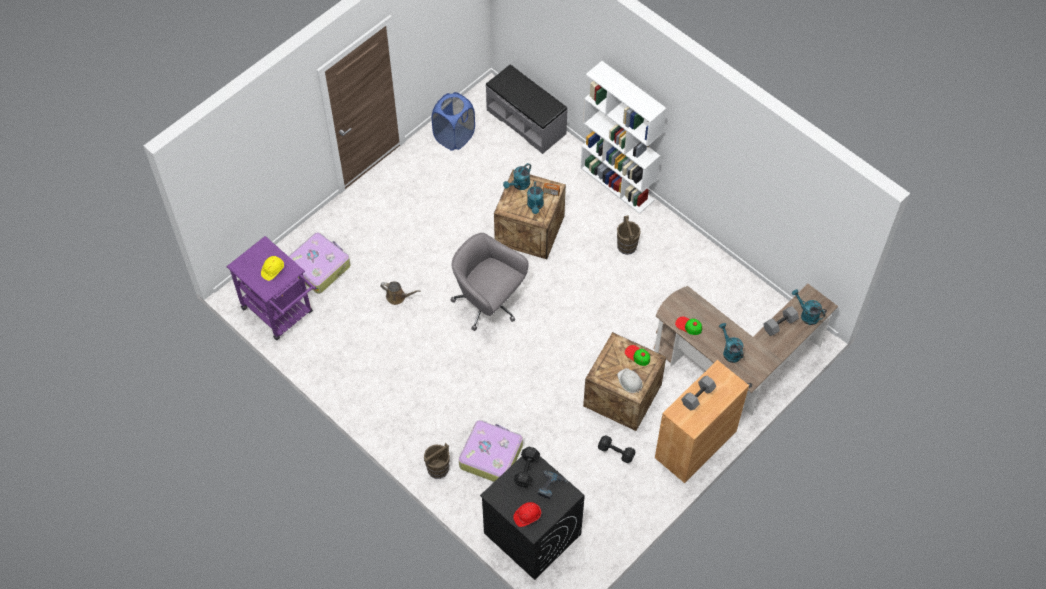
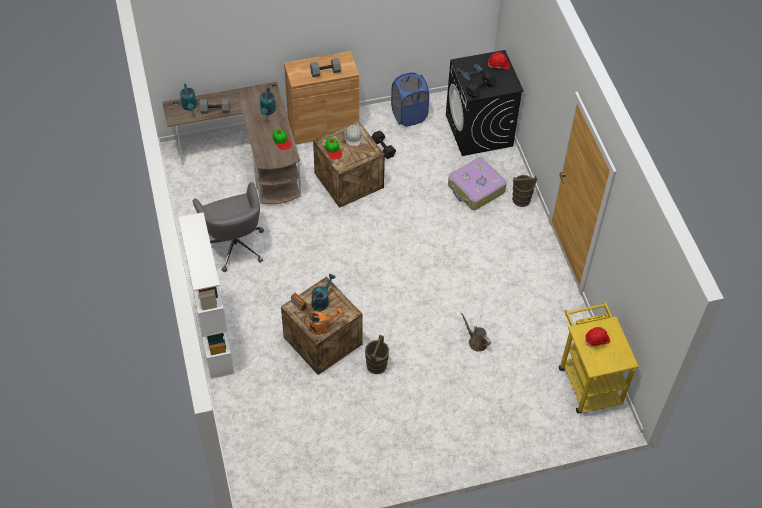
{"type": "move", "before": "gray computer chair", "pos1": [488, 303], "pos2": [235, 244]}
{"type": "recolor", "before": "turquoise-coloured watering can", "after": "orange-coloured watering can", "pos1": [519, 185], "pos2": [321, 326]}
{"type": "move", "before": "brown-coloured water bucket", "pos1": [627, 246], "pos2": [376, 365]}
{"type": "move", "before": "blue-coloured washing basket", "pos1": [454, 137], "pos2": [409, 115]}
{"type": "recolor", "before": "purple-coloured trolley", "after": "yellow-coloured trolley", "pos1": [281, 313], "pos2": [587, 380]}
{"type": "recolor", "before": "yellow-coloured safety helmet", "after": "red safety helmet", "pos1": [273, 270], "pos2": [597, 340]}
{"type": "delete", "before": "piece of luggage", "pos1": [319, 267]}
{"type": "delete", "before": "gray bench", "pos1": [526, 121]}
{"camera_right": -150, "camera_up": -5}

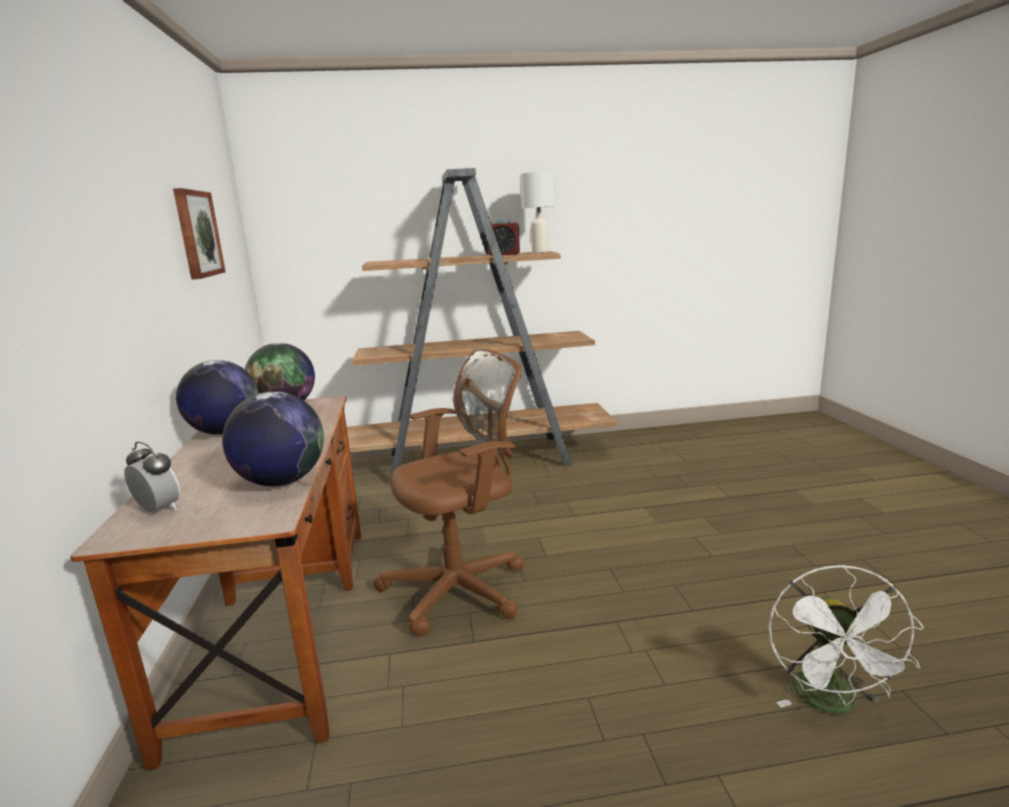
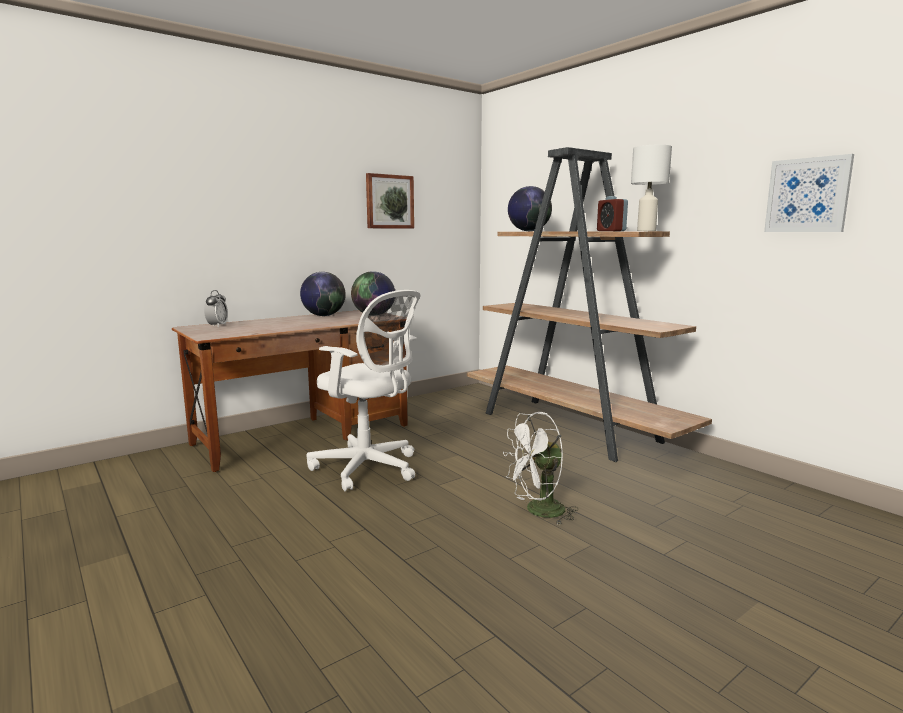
{"type": "recolor", "before": "brown-coloured computer chair", "after": "white computer chair", "pos1": [462, 589], "pos2": [369, 468]}
{"type": "move", "before": "white fan", "pos1": [831, 703], "pos2": [538, 512]}
{"type": "move", "before": "world globe", "pos1": [281, 481], "pos2": [528, 231]}
{"type": "insert", "after": "wall art", "pos2": [807, 195]}
{"camera_right": 60, "camera_up": -5}

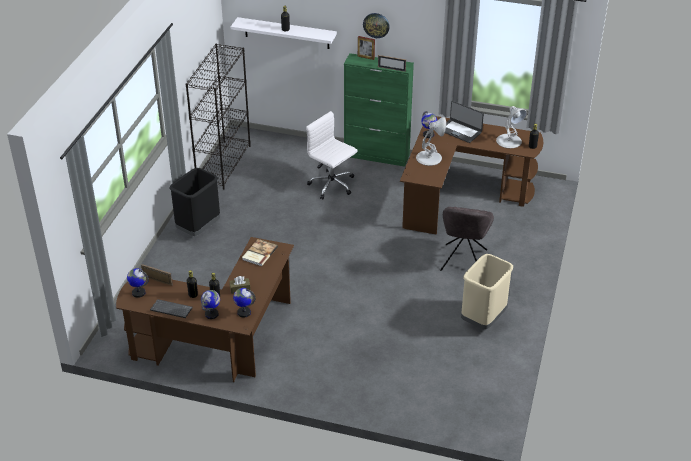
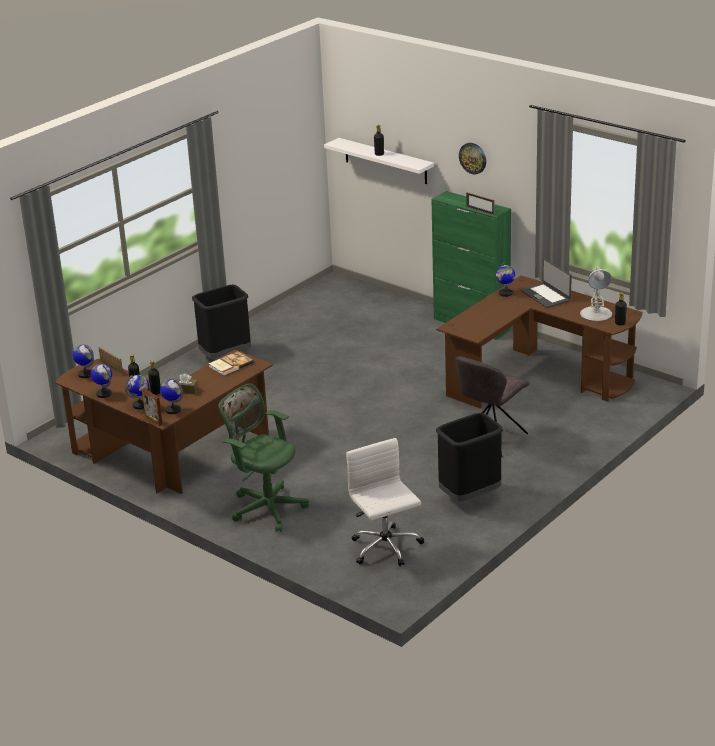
{"type": "replace", "before": "keyboard", "after": "world globe", "pos1": [170, 310], "pos2": [104, 394]}
{"type": "move", "before": "photo frame", "pos1": [366, 57], "pos2": [153, 420]}
{"type": "insert", "after": "green-coloured computer chair", "pos2": [266, 507]}
{"type": "move", "before": "white computer chair", "pos1": [332, 185], "pos2": [386, 548]}
{"type": "recolor", "before": "sand-coloured rubbish bin", "after": "black rubbish bin", "pos1": [483, 319], "pos2": [469, 496]}
{"type": "delete", "before": "black bookcase", "pos1": [223, 164]}
{"type": "delete", "before": "white lamp for a table", "pos1": [429, 157]}
{"camera_right": 25, "camera_up": -10}

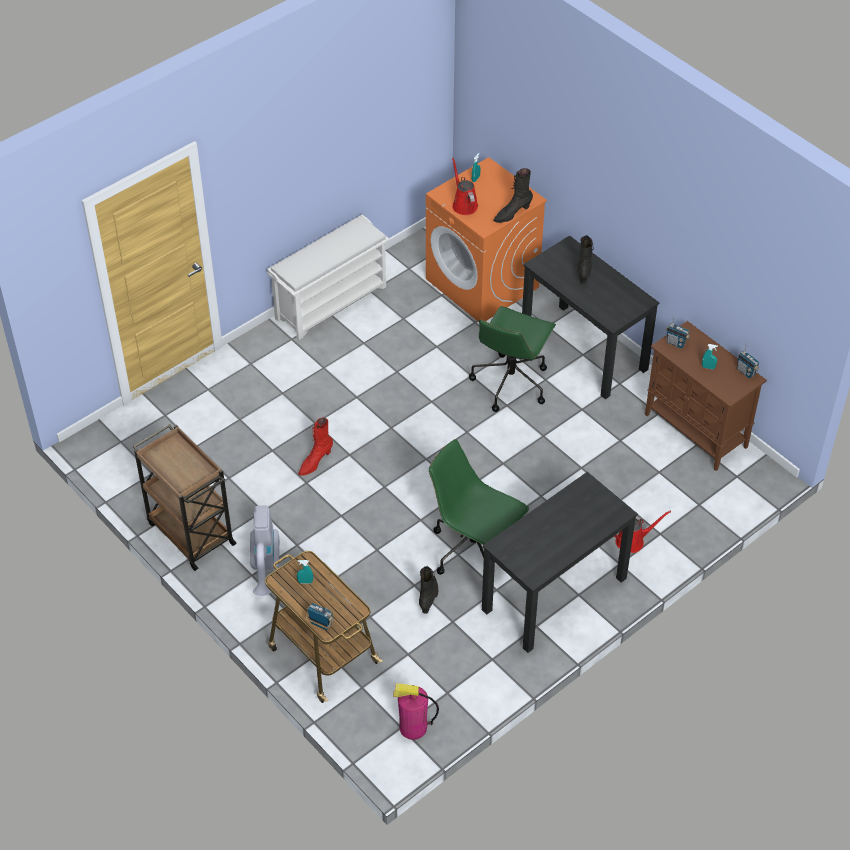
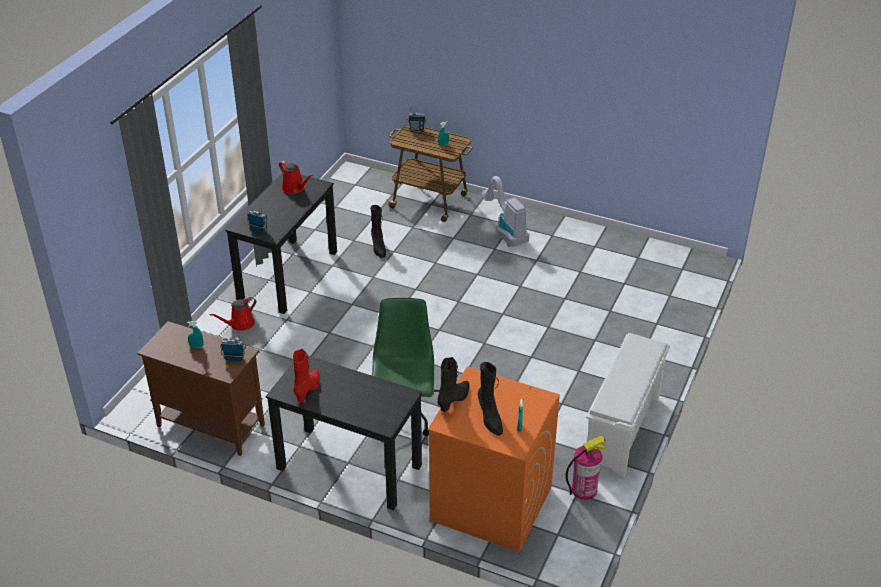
{"type": "move", "before": "radio set", "pos1": [746, 372], "pos2": [258, 229]}
{"type": "move", "before": "red watering can", "pos1": [463, 204], "pos2": [294, 188]}
{"type": "move", "before": "red high-top boot", "pos1": [315, 462], "pos2": [308, 389]}
{"type": "move", "before": "black high-top boot", "pos1": [584, 271], "pos2": [490, 418]}
{"type": "move", "before": "extinguisher", "pos1": [413, 727], "pos2": [584, 489]}
{"type": "delete", "before": "brown-coloured trolley", "pos1": [190, 532]}
{"type": "delete", "before": "green-coloured computer chair", "pos1": [474, 551]}
{"camera_right": 155, "camera_up": -10}

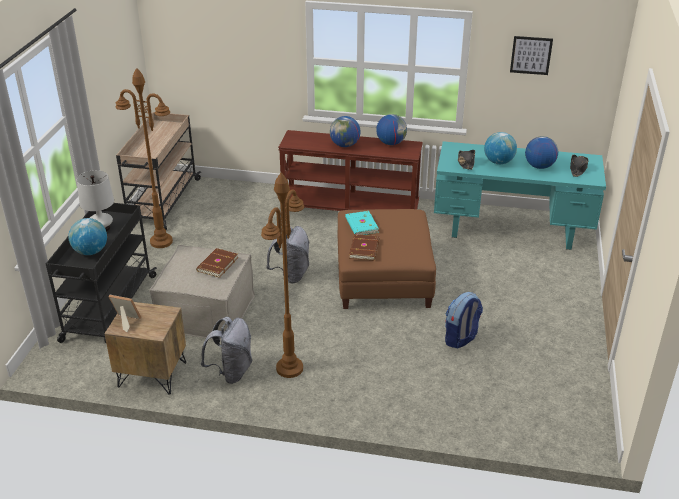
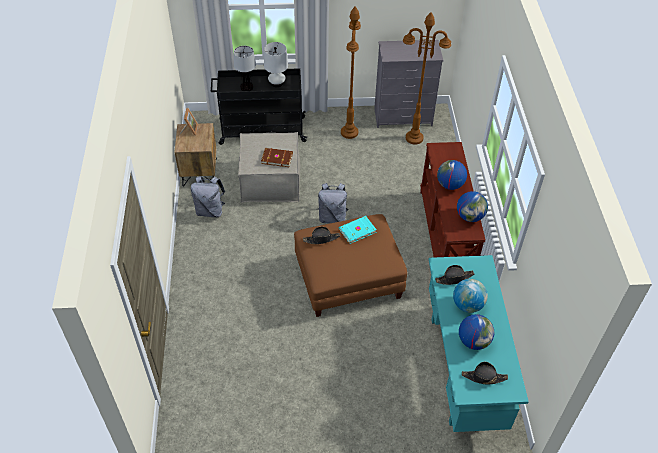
{"type": "replace", "before": "world globe", "after": "lamp for a table", "pos1": [90, 251], "pos2": [246, 87]}
{"type": "replace", "before": "brown-coloured bound book", "after": "black hat", "pos1": [365, 249], "pos2": [321, 239]}
{"type": "replace", "before": "sand-coloured trolley", "after": "gray dresser", "pos1": [162, 202], "pos2": [403, 117]}
{"type": "move", "before": "brown-coloured standing lamp", "pos1": [289, 368], "pos2": [414, 138]}
{"type": "delete", "before": "rucksack", "pos1": [461, 338]}
{"type": "delete", "before": "wall art", "pos1": [531, 55]}
{"camera_right": 75, "camera_up": 15}

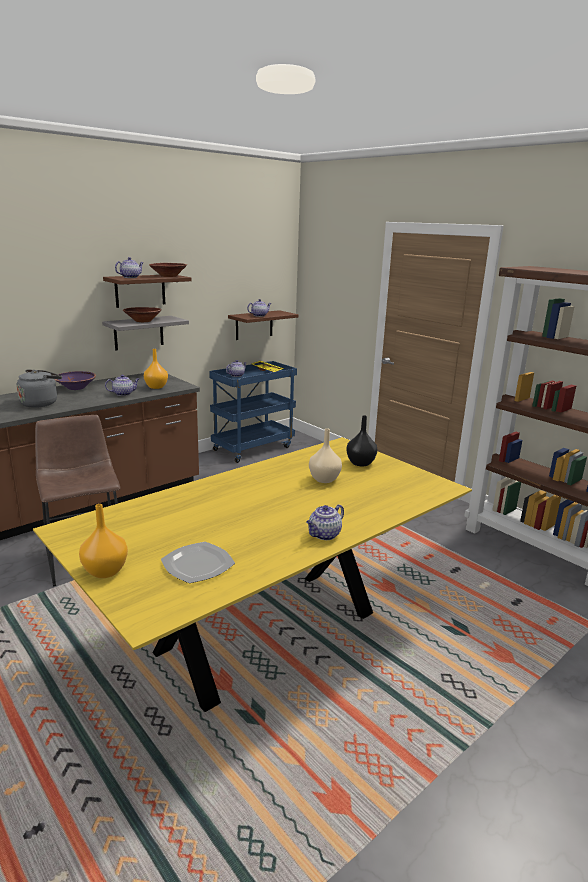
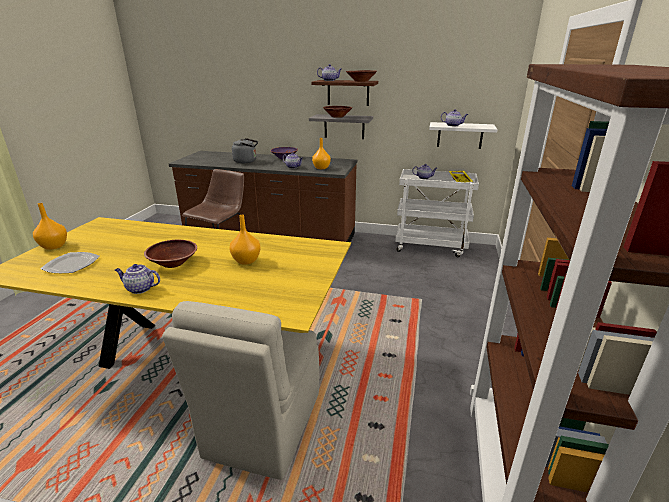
{"type": "insert", "after": "brown-coloured serving bowl", "pos2": [173, 263]}
{"type": "insert", "after": "sand-coloured chair", "pos2": [262, 426]}
{"type": "recolor", "before": "sand-coloured decorative vase", "after": "orange-coloured decorative vase", "pos1": [325, 479], "pos2": [246, 261]}
{"type": "recolor", "before": "blue-coloured trolley", "after": "white trolley", "pos1": [253, 448], "pos2": [431, 247]}
{"type": "recolor", "before": "brown-coloured shelf", "after": "white shelf", "pos1": [254, 325], "pos2": [460, 135]}
{"type": "delete", "before": "black decorative vase", "pos1": [360, 463]}
{"camera_right": 55, "camera_up": 5}

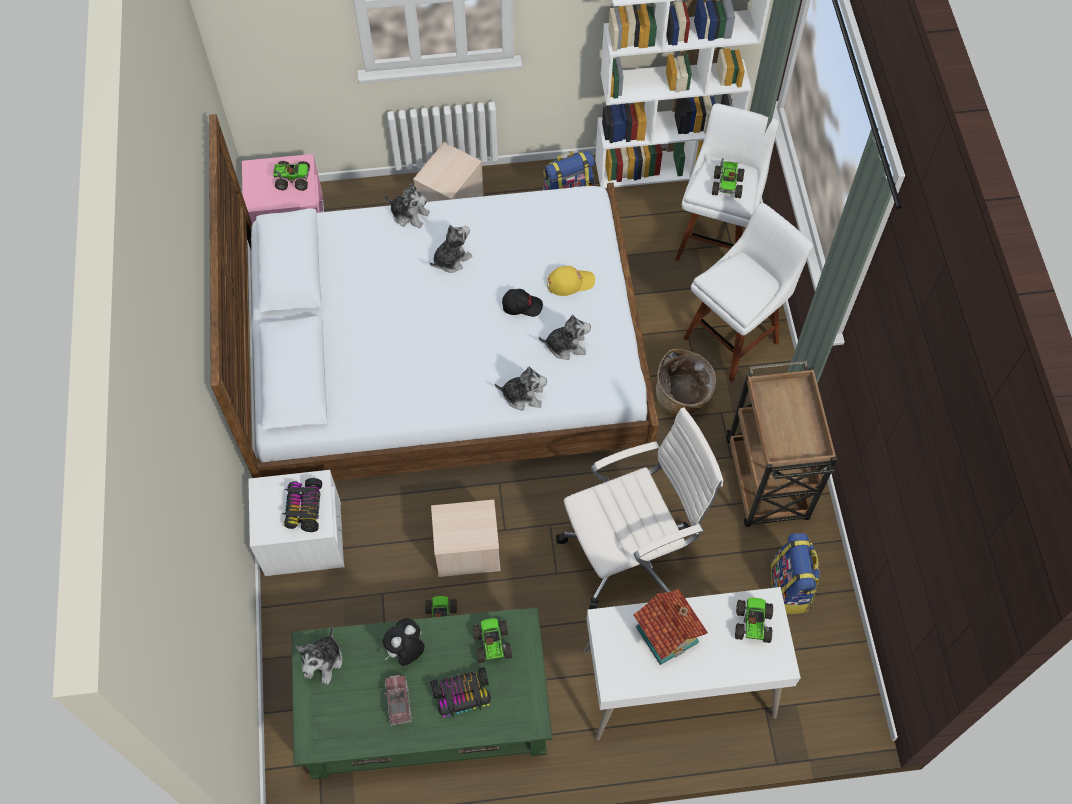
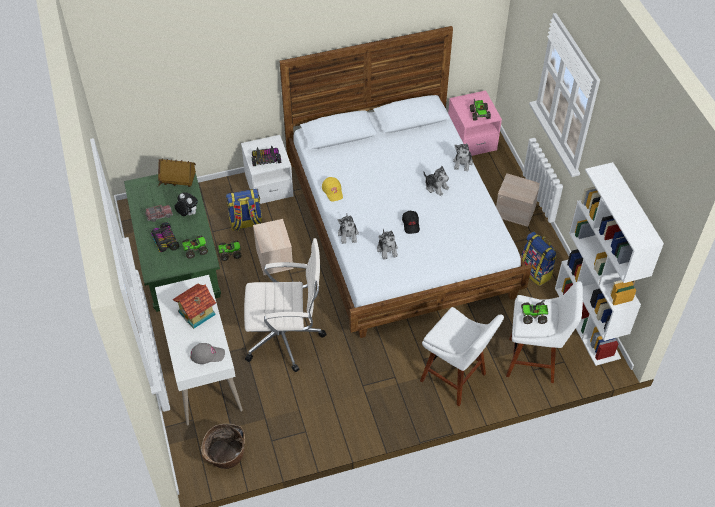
{"type": "replace", "before": "plush toy", "after": "miniature house", "pos1": [324, 661], "pos2": [178, 182]}
{"type": "replace", "before": "toy truck", "after": "gray baseball cap", "pos1": [752, 624], "pos2": [207, 354]}
{"type": "move", "before": "storage basket", "pos1": [682, 398], "pos2": [226, 457]}
{"type": "move", "before": "rucksack", "pos1": [790, 588], "pos2": [246, 223]}
{"type": "rotate", "before": "white computer chair", "pos1": [630, 552], "pos2": [285, 338], "turn": -60}
{"type": "move", "before": "yellow-coloured baseball cap", "pos1": [570, 282], "pos2": [333, 191]}
{"type": "delete", "before": "brown-coloured trolley", "pos1": [767, 482]}
{"camera_right": 80, "camera_up": -10}

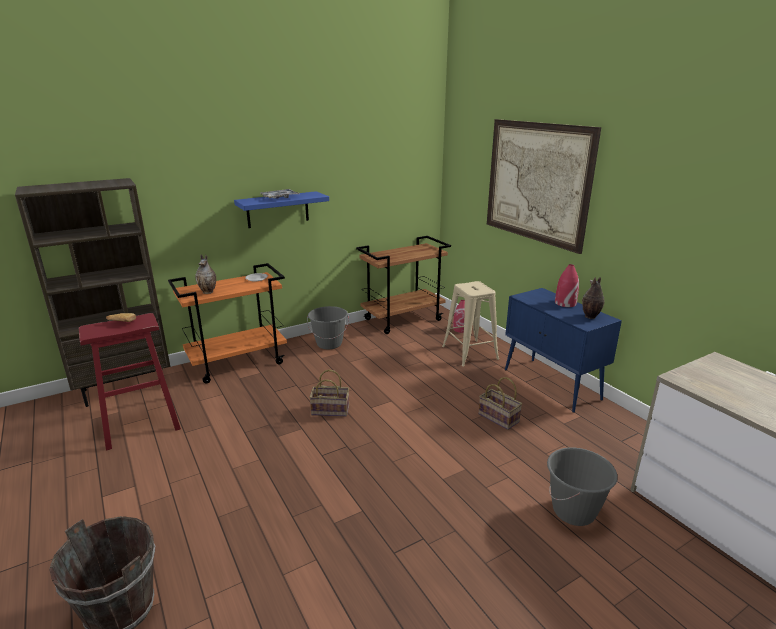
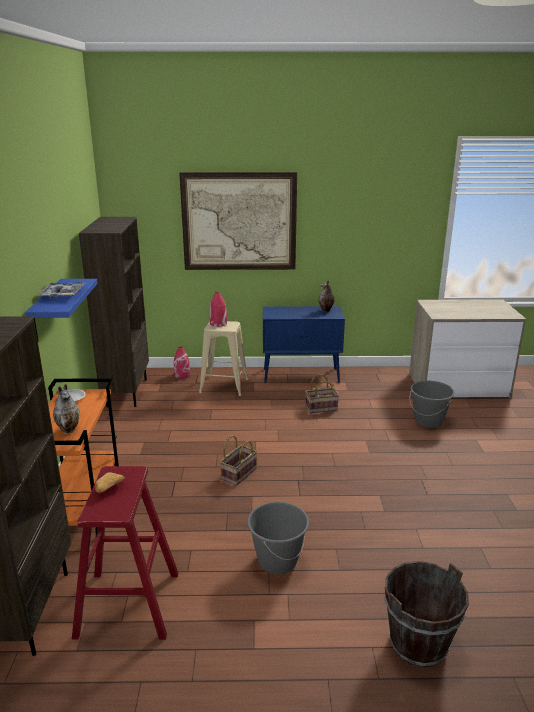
{"type": "replace", "before": "brown-coloured trolley", "after": "brown-coloured bookcase", "pos1": [403, 319], "pos2": [126, 392]}
{"type": "move", "before": "red decorative vase", "pos1": [565, 303], "pos2": [218, 323]}
{"type": "move", "before": "gray water bucket", "pos1": [329, 344], "pos2": [277, 561]}
{"camera_right": -60, "camera_up": 0}

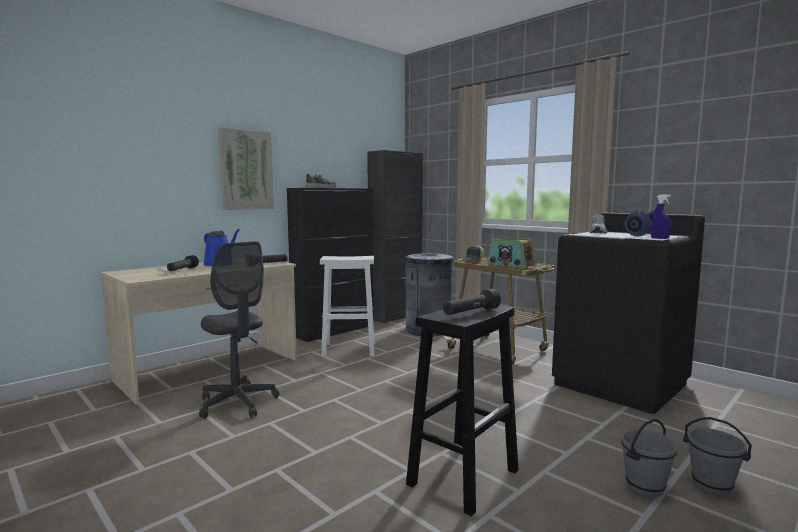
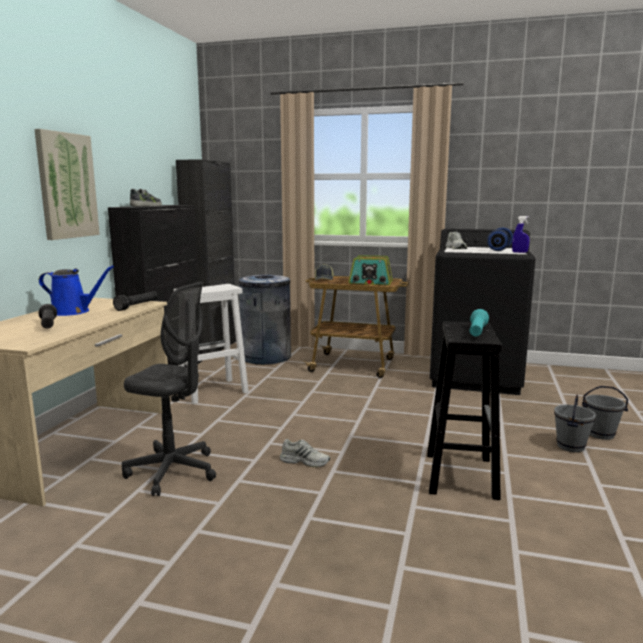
{"type": "insert", "after": "white shoe", "pos2": [305, 461]}
{"type": "recolor", "before": "black torch", "after": "turquoise-coloured torch", "pos1": [471, 313], "pos2": [477, 332]}
{"camera_right": -30, "camera_up": 5}

